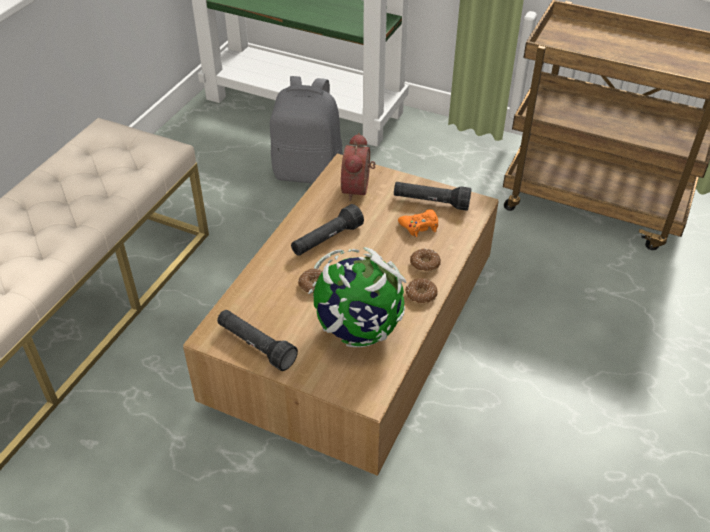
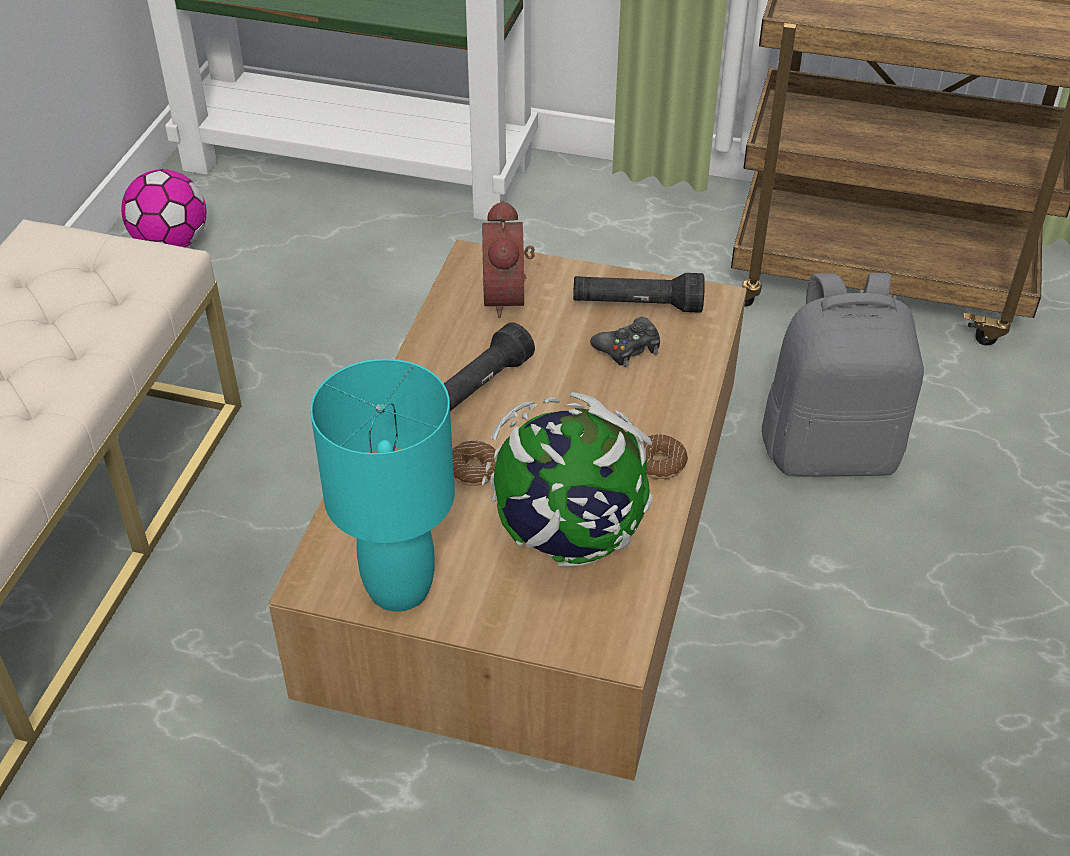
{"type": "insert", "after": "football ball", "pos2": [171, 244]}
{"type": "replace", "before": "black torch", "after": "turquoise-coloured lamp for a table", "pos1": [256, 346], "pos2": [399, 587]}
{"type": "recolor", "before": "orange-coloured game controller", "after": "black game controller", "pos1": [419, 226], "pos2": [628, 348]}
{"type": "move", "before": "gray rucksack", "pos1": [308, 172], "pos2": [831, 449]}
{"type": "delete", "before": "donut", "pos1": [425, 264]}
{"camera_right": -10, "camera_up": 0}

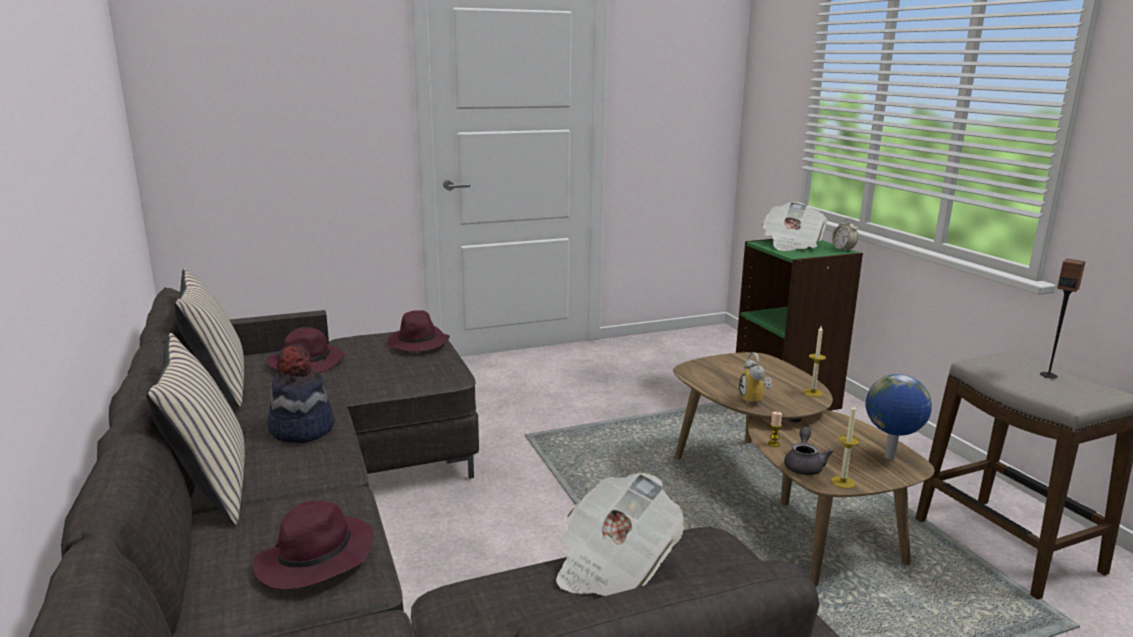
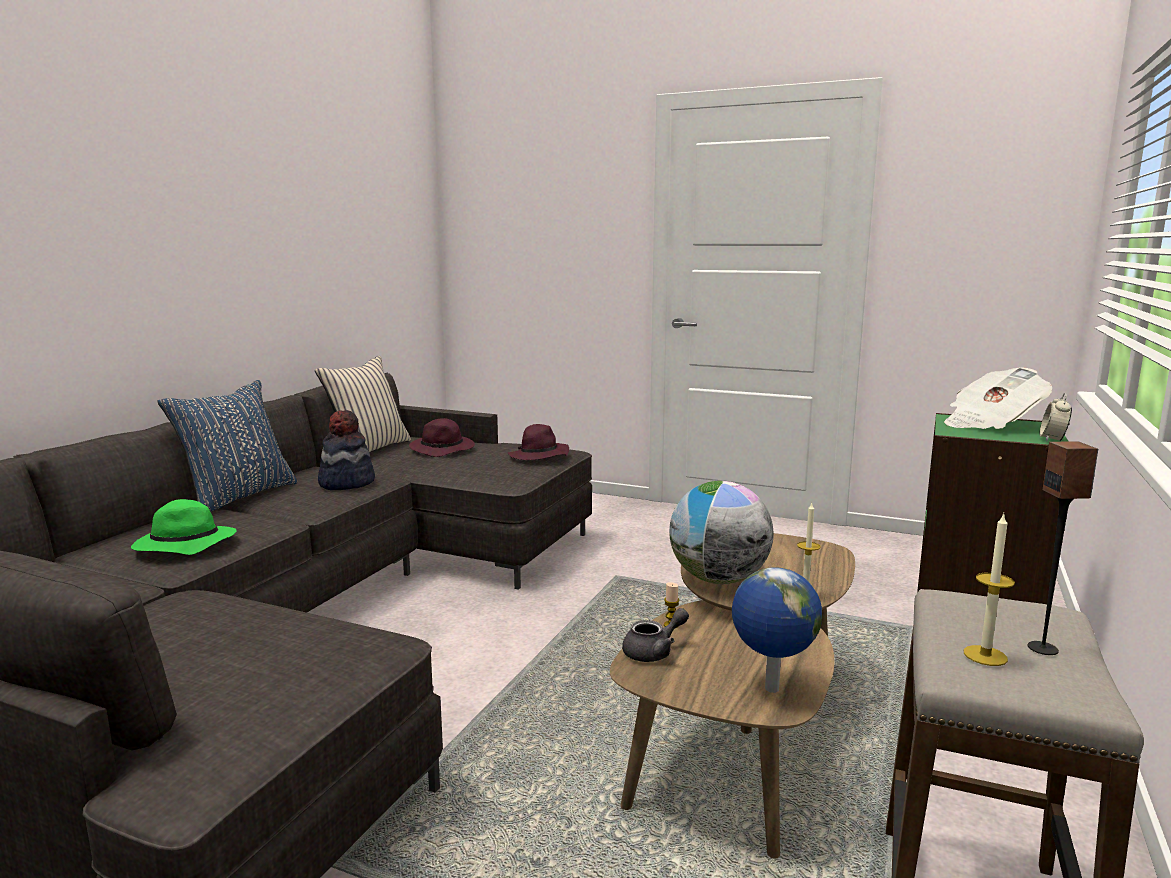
{"type": "recolor", "before": "purple-coloured hat", "after": "green-coloured hat", "pos1": [315, 560], "pos2": [183, 545]}
{"type": "recolor", "before": "sand-coloured cushion", "after": "blue-coloured cushion", "pos1": [211, 489], "pos2": [237, 496]}
{"type": "replace", "before": "table clock", "after": "world globe", "pos1": [755, 401], "pos2": [718, 579]}
{"type": "move", "before": "wax light", "pos1": [843, 482], "pos2": [985, 655]}
{"type": "delete", "before": "daily paper", "pos1": [613, 565]}
{"camera_right": 45, "camera_up": -5}

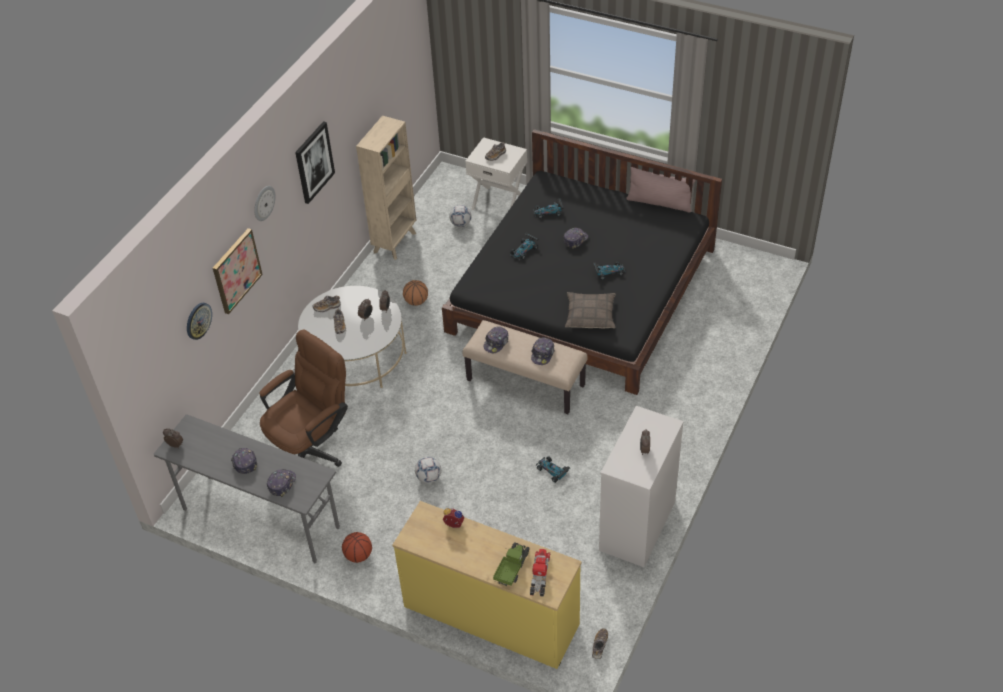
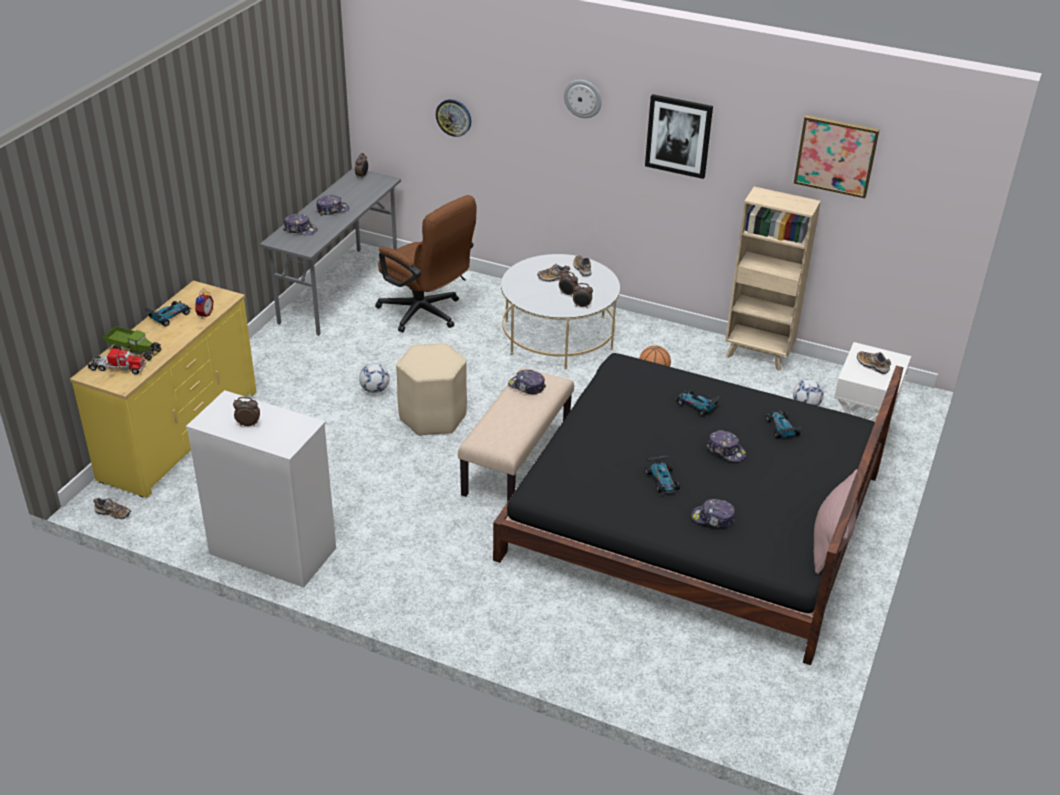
{"type": "move", "before": "model car", "pos1": [552, 471], "pos2": [169, 316]}
{"type": "insert", "after": "sand-coloured sitting stool", "pos2": [433, 417]}
{"type": "move", "before": "baseball cap", "pos1": [543, 354], "pos2": [713, 518]}
{"type": "move", "before": "wall art", "pos1": [236, 270], "pos2": [836, 155]}
{"type": "delete", "before": "basketball", "pos1": [358, 555]}
{"type": "delete", "before": "cushion", "pos1": [590, 315]}
{"camera_right": 85, "camera_up": -10}

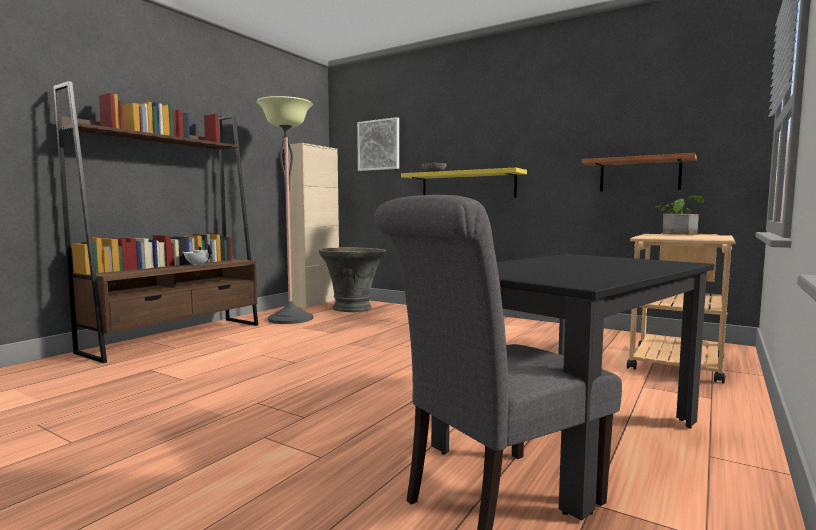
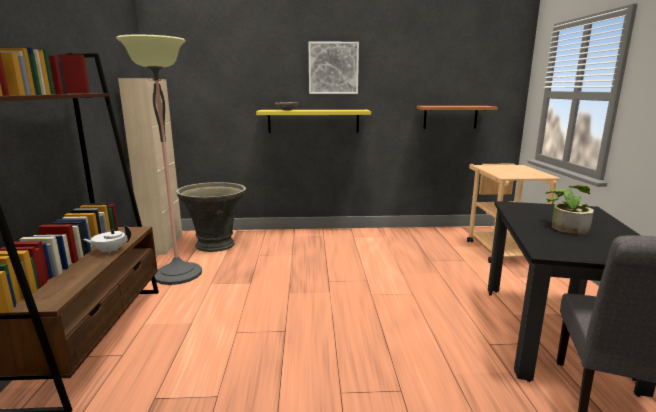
{"type": "move", "before": "wall art", "pos1": [379, 145], "pos2": [333, 68]}
{"type": "move", "before": "plant in a pot", "pos1": [678, 233], "pos2": [565, 227]}
{"camera_right": -35, "camera_up": 10}

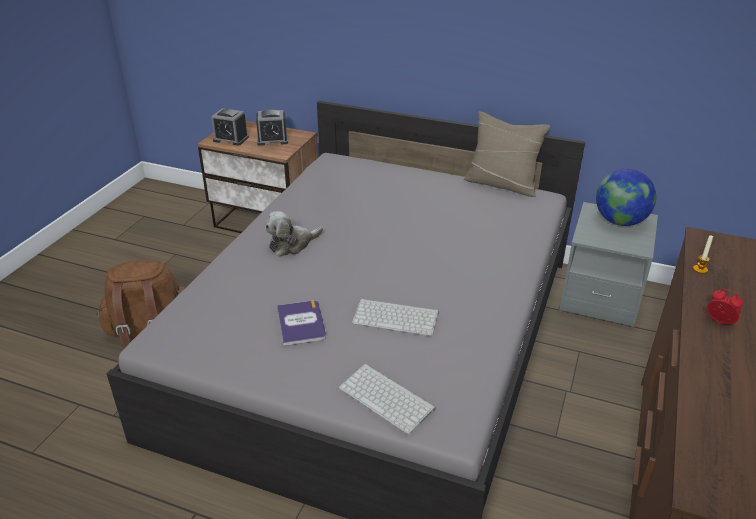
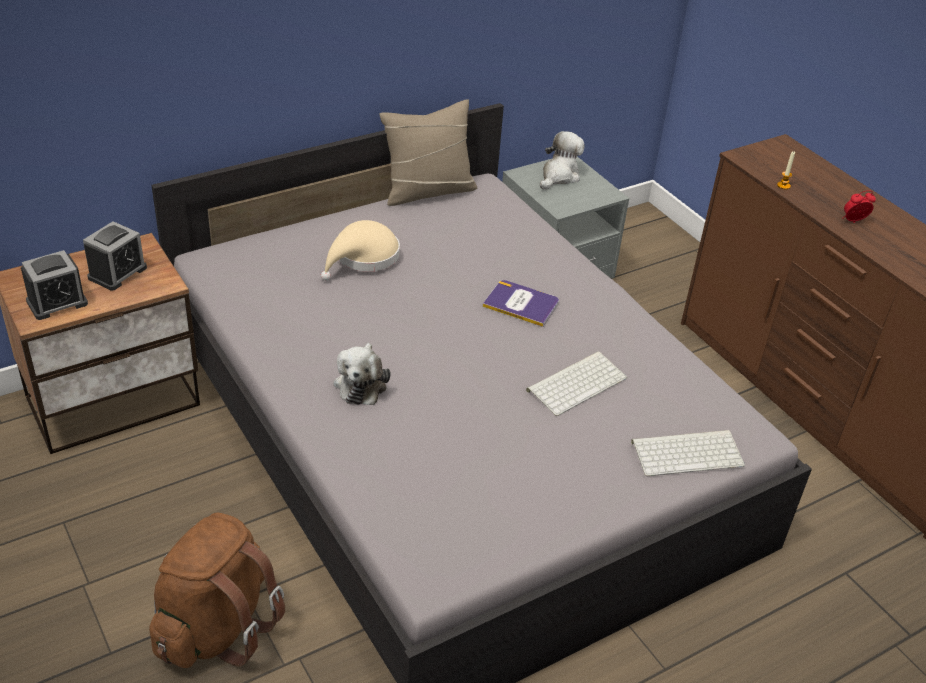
{"type": "insert", "after": "sand-coloured hat", "pos2": [363, 258]}
{"type": "move", "before": "bound book", "pos1": [301, 323], "pos2": [521, 304]}
{"type": "replace", "before": "world globe", "after": "plush toy", "pos1": [620, 221], "pos2": [559, 176]}
{"camera_right": -55, "camera_up": 5}

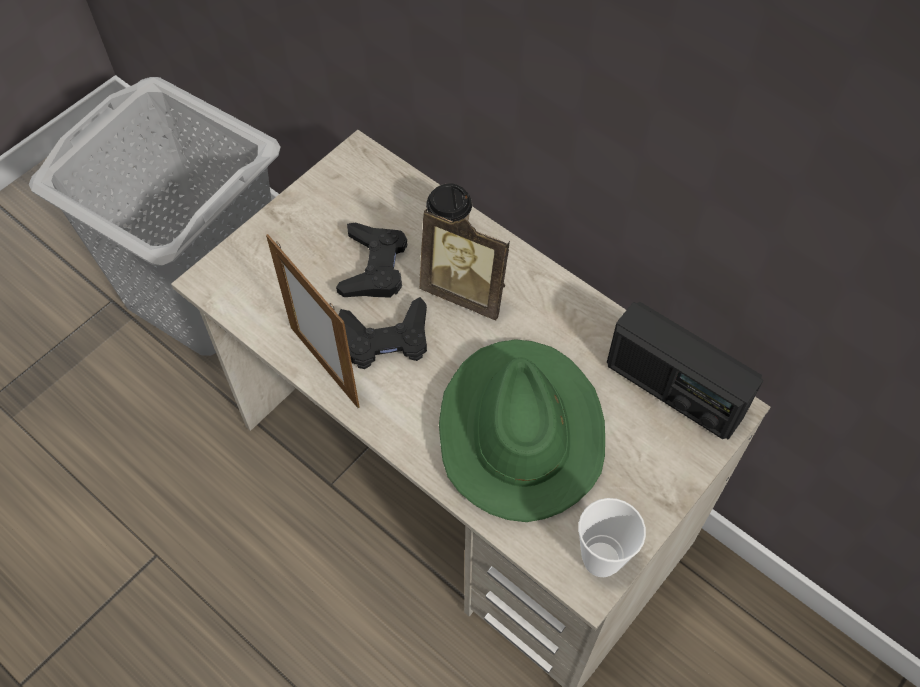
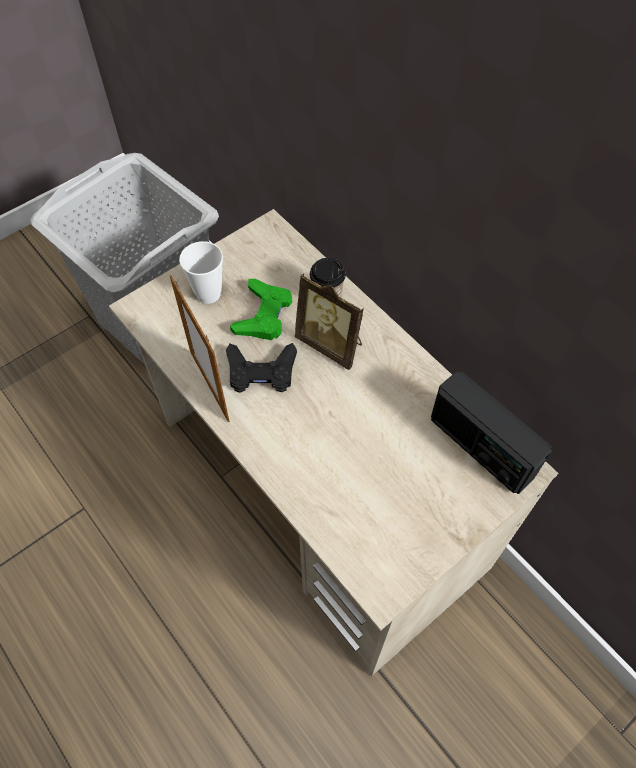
{"type": "move", "before": "drinking cup", "pos1": [601, 559], "pos2": [208, 294]}
{"type": "recolor", "before": "black game controller", "after": "green-coloured game controller", "pos1": [374, 267], "pos2": [263, 315]}
{"type": "delete", "before": "green-coloured hat", "pos1": [519, 431]}
{"camera_right": 10, "camera_up": 0}

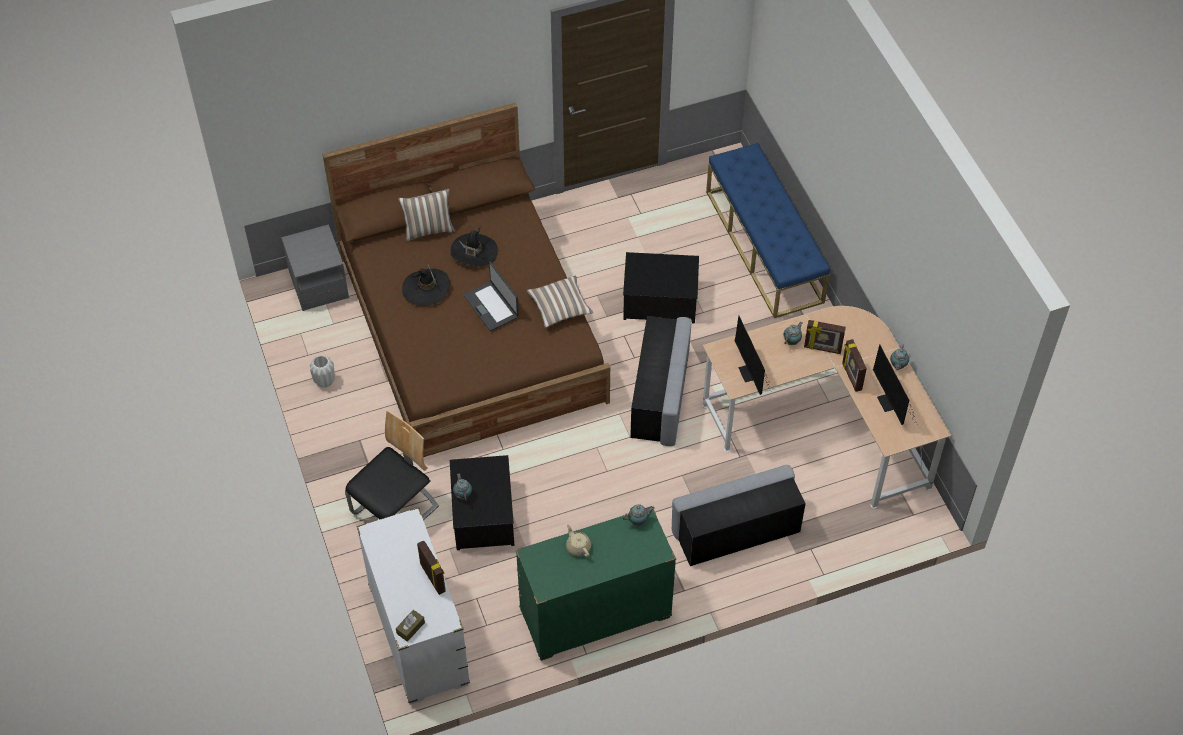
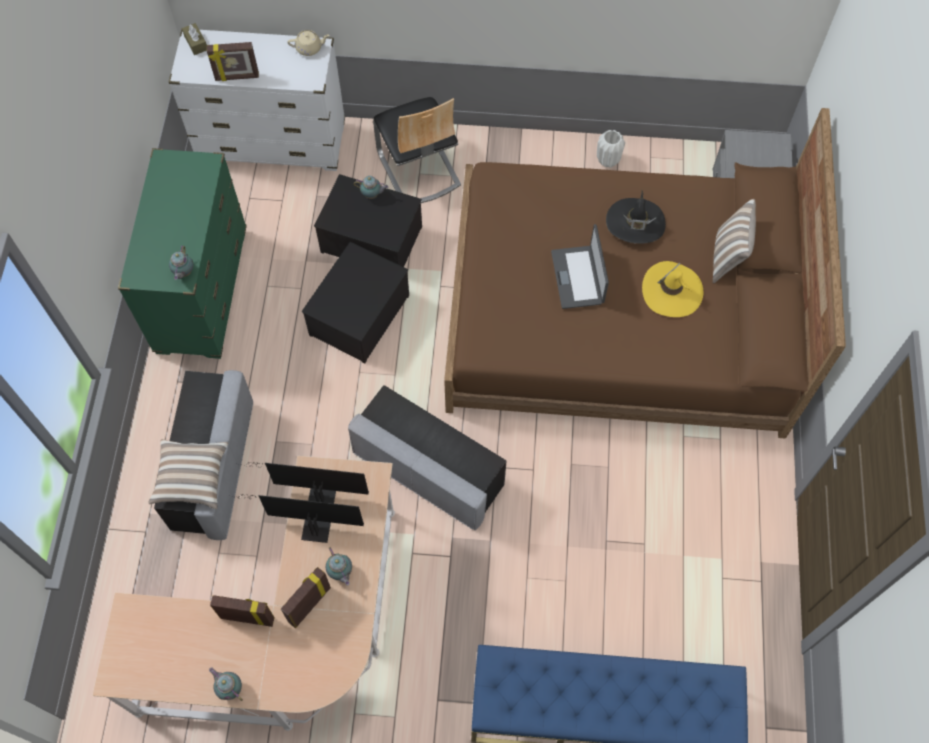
{"type": "move", "before": "cushion", "pos1": [560, 308], "pos2": [191, 478]}
{"type": "move", "before": "computer screen", "pos1": [890, 405], "pos2": [311, 527]}
{"type": "move", "before": "sand-coloured tea pot", "pos1": [578, 546], "pos2": [309, 48]}
{"type": "move", "before": "storage bin", "pos1": [659, 301], "pos2": [359, 314]}
{"type": "rotate", "before": "notebook computer", "pos1": [491, 306], "pos2": [578, 277], "turn": -90}
{"type": "recolor", "before": "black hat", "after": "yellow-coloured hat", "pos1": [474, 252], "pos2": [672, 291]}
{"camera_right": 115, "camera_up": 10}

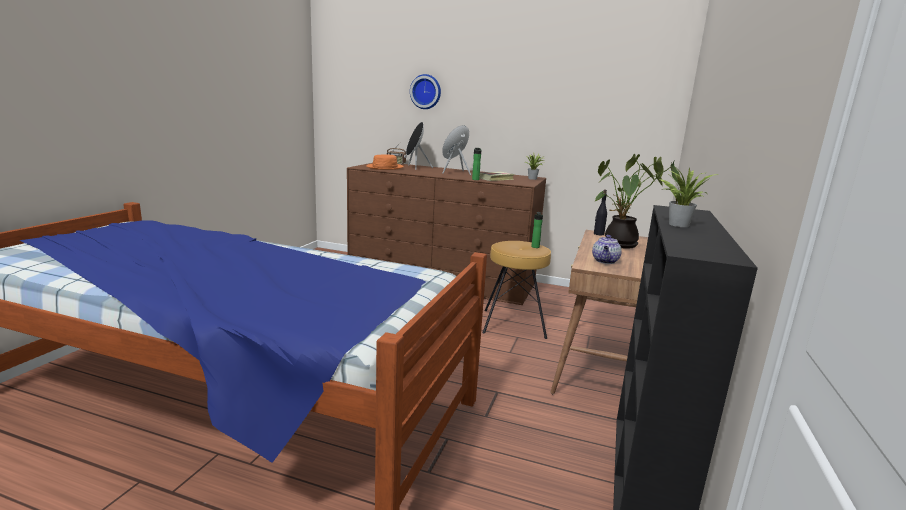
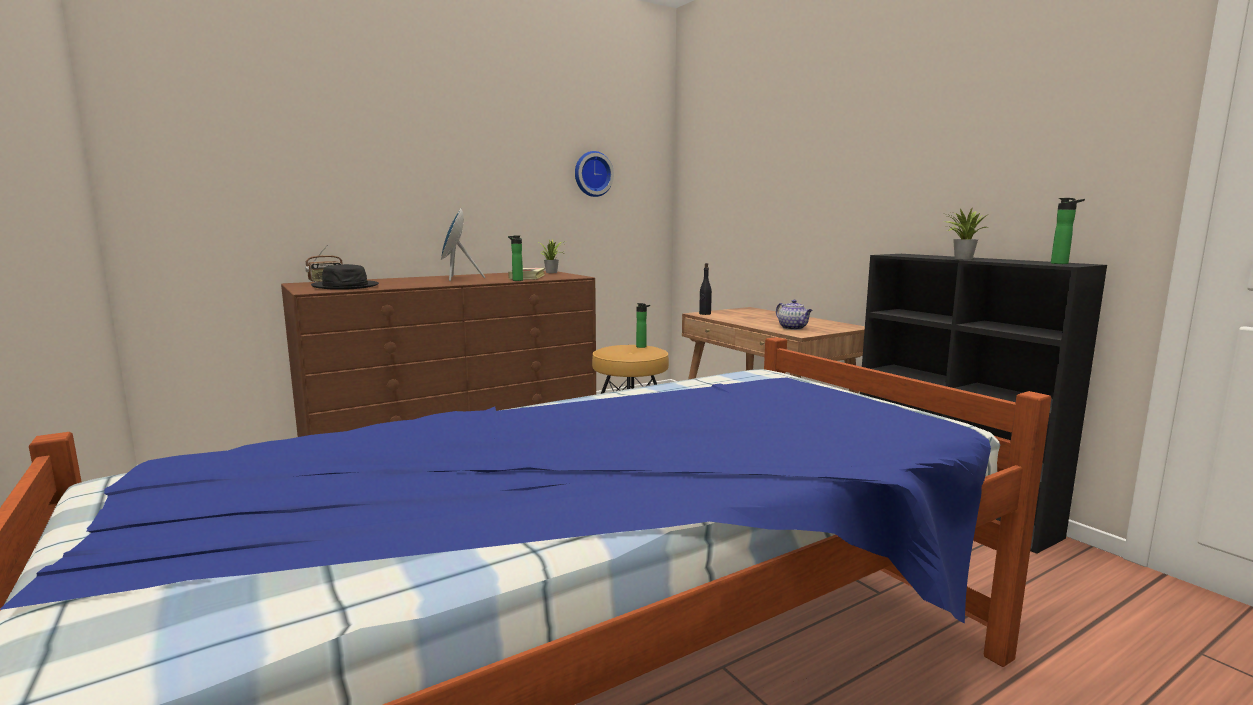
{"type": "recolor", "before": "orange-coloured hat", "after": "black hat", "pos1": [385, 167], "pos2": [345, 286]}
{"type": "move", "before": "clock on the wall", "pos1": [426, 92], "pos2": [592, 174]}
{"type": "insert", "after": "drink bottle", "pos2": [1062, 263]}
{"type": "delete", "before": "black loudspeaker", "pos1": [415, 167]}
{"type": "delete", "before": "plant in a pot", "pos1": [621, 245]}
{"camera_right": -50, "camera_up": -5}

